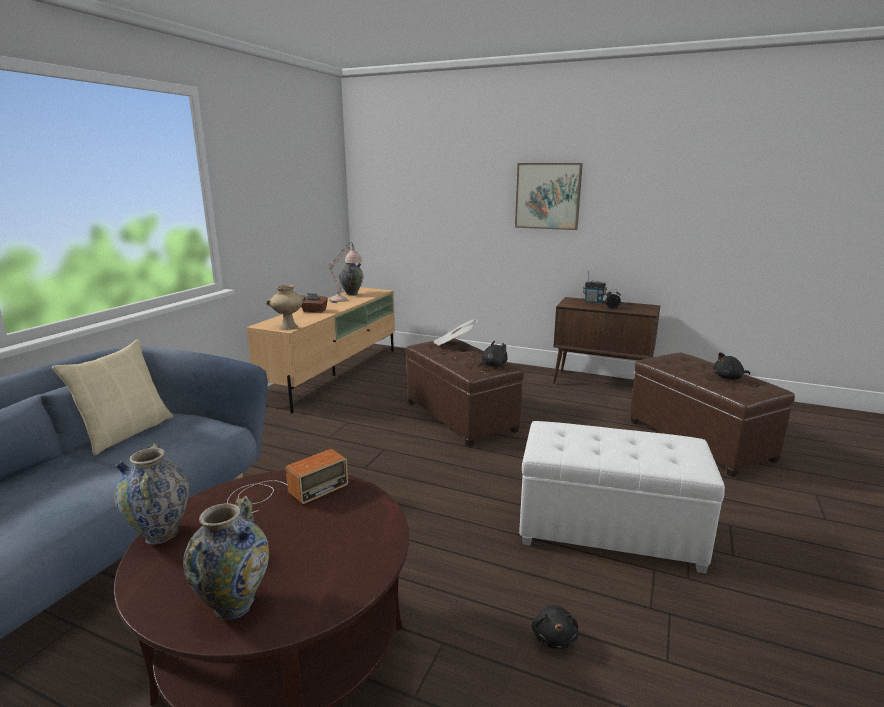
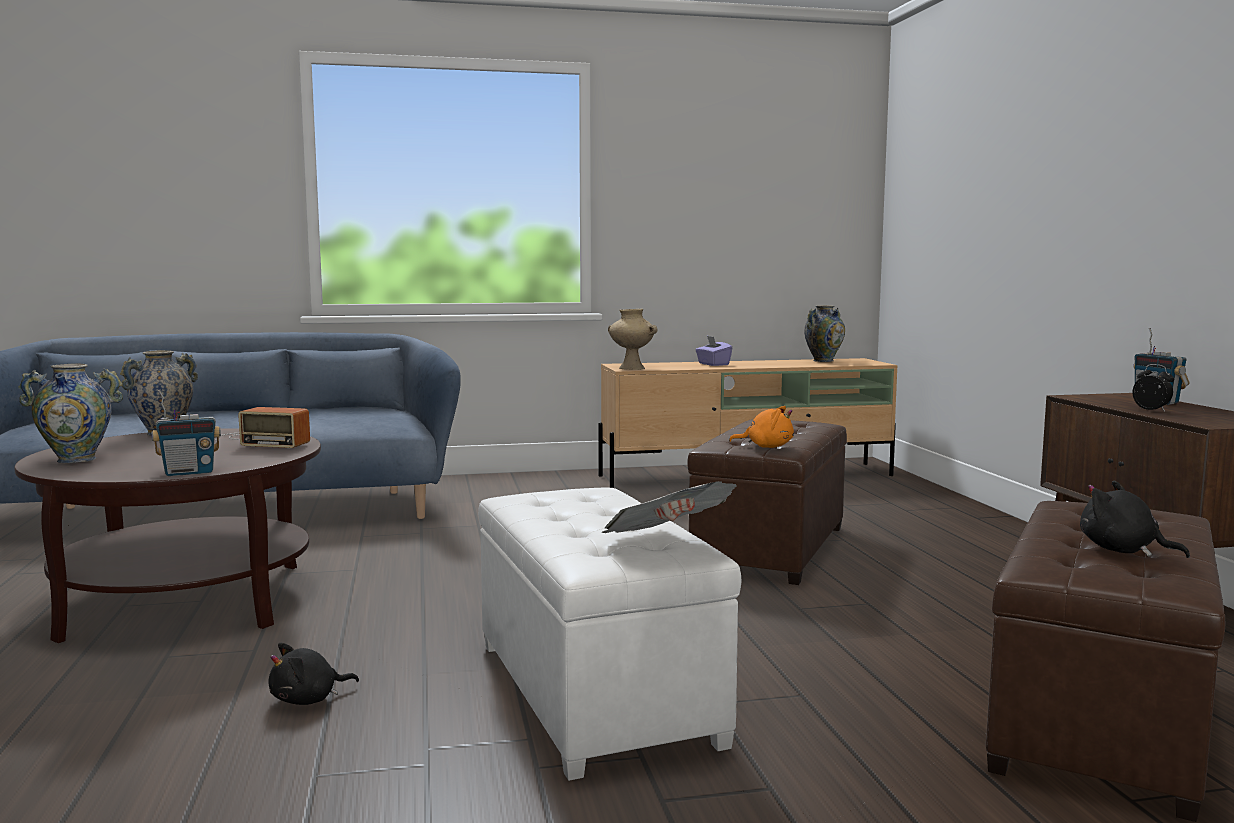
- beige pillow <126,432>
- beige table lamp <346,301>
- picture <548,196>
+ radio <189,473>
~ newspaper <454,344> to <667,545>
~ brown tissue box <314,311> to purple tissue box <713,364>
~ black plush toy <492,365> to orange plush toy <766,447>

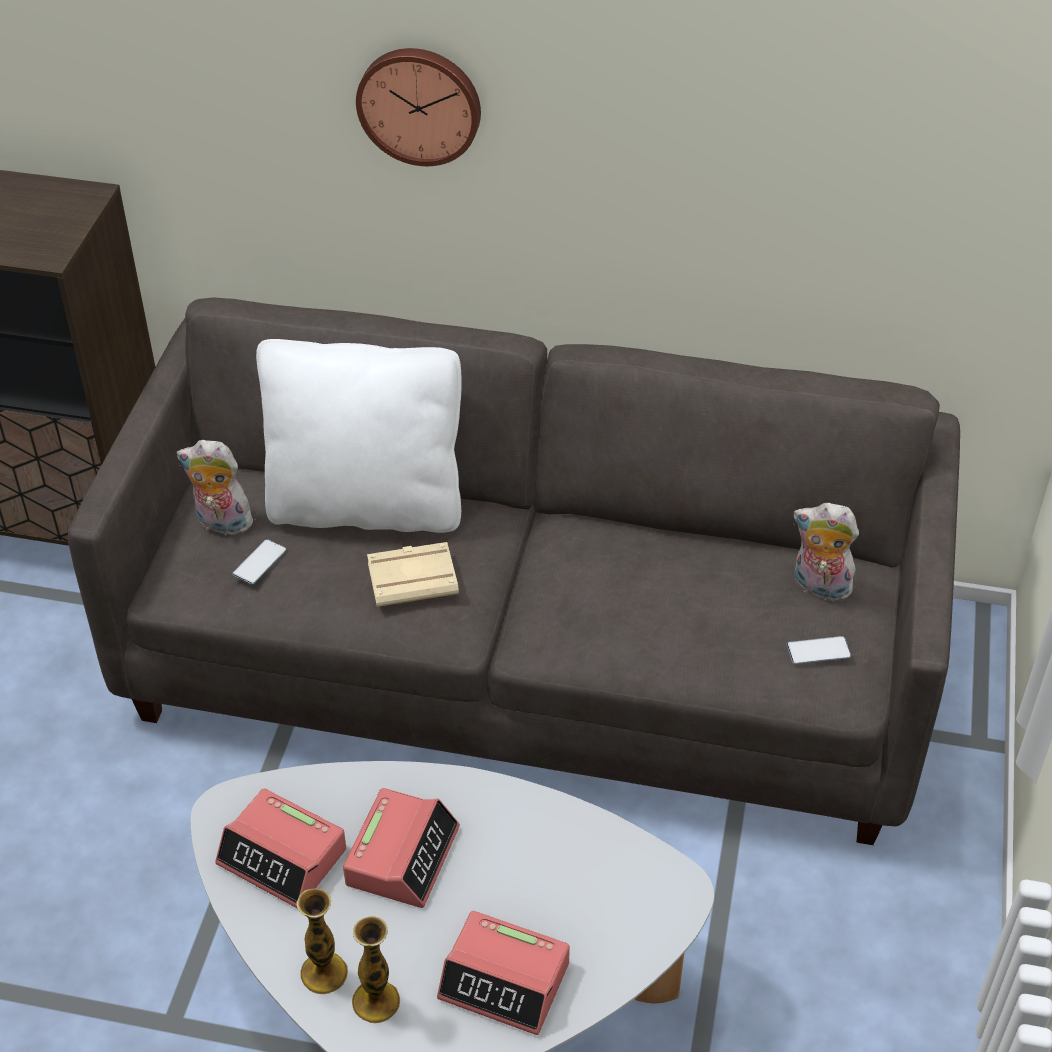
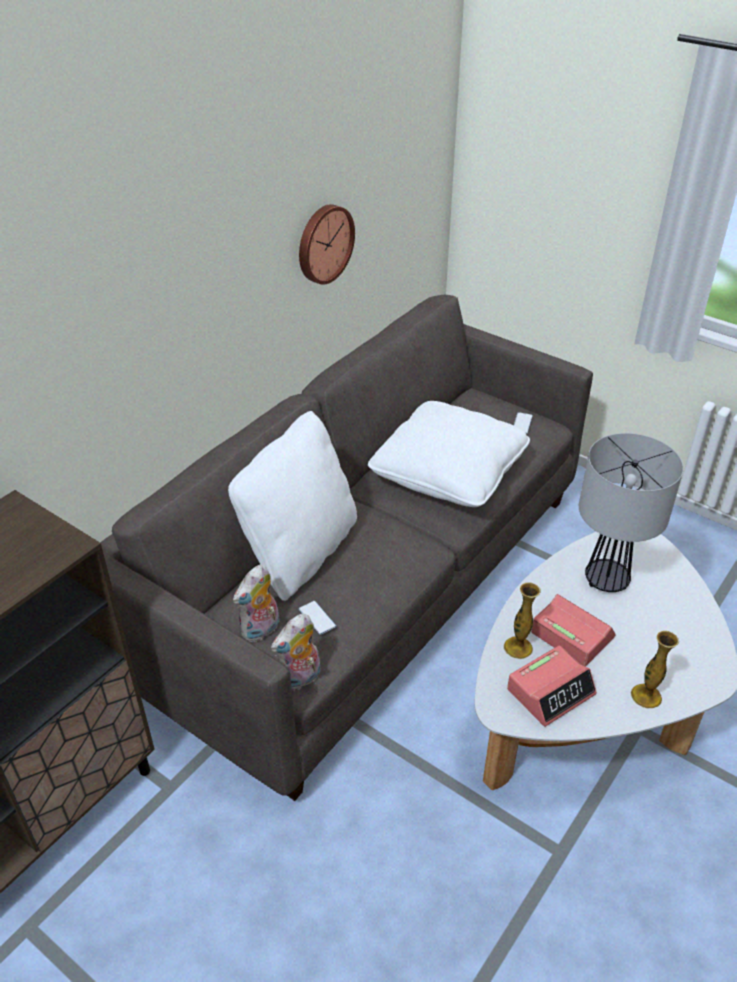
- beige book <414,578>
- alarm clock <505,981>
+ white pillow <449,472>
+ table lamp <607,580>
~ vase <375,1001> to <518,648>
~ wall clock <420,104> to <323,243>
~ plush toy <819,587> to <300,679>

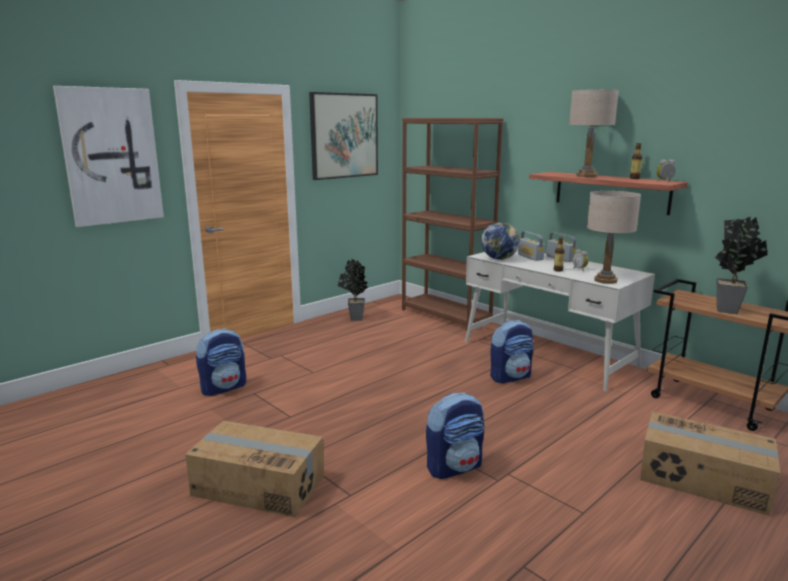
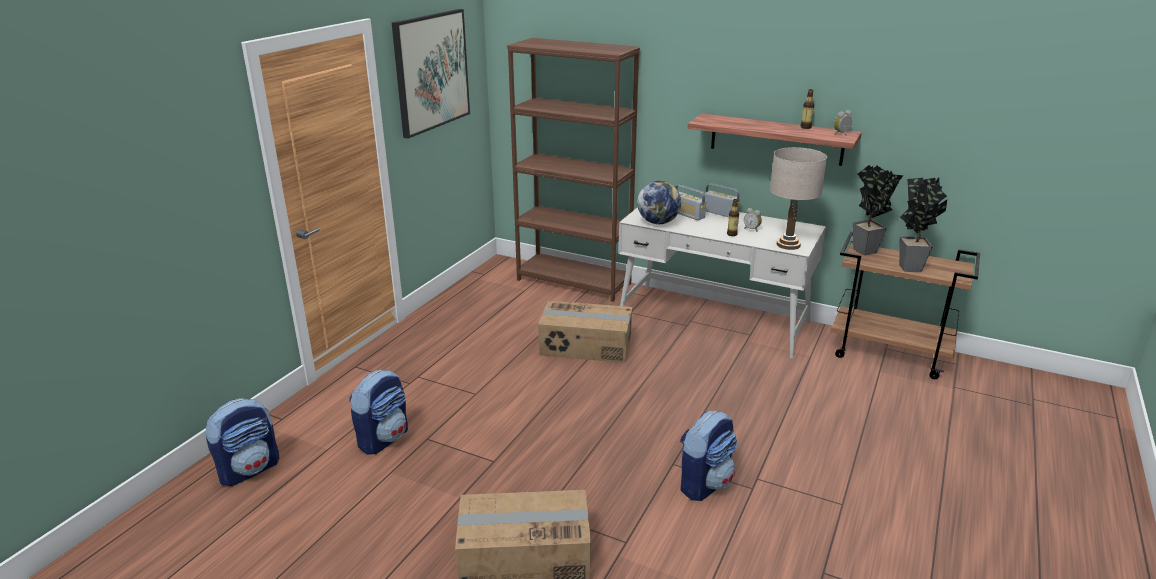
- picture <111,156>
- beige table lamp <587,176>
~ potted plant <355,319> to <865,252>
~ backpack <510,377> to <249,469>
~ cardboard box <703,479> to <586,346>

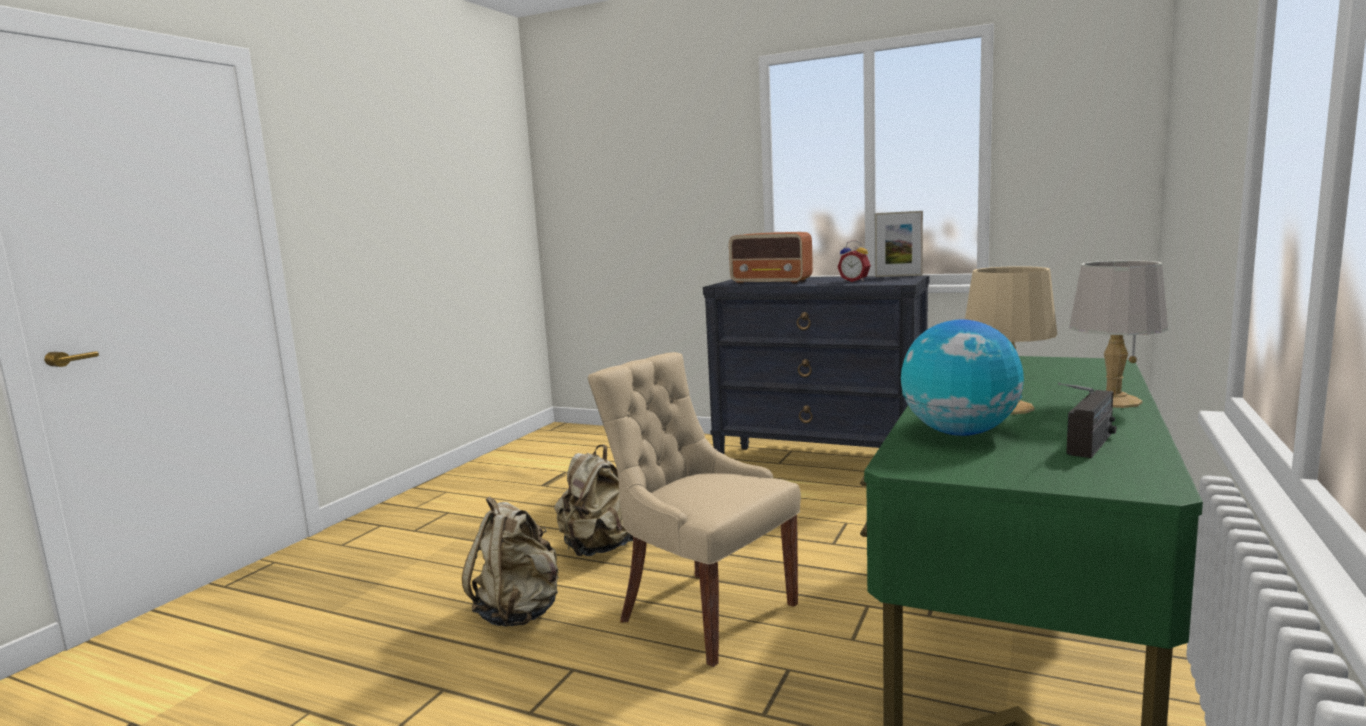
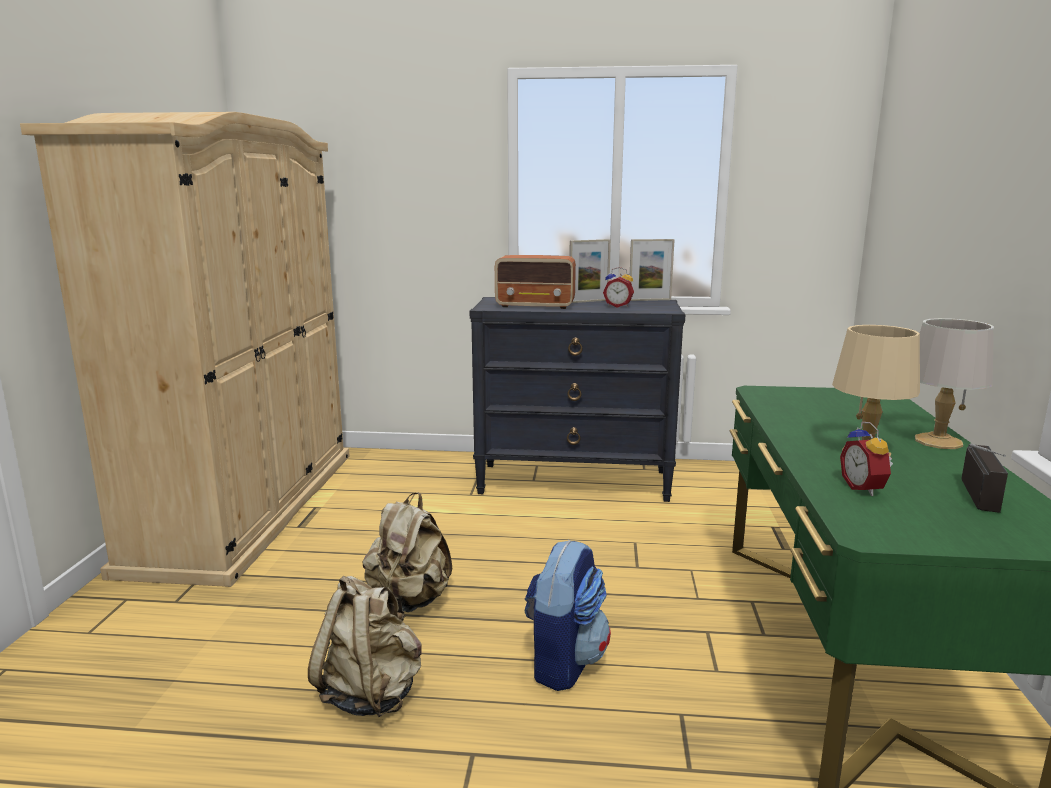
+ beige wardrobe <247,507>
+ picture frame <588,301>
~ beige chair <703,612> to backpack <564,662>
~ globe <959,433> to alarm clock <865,488>

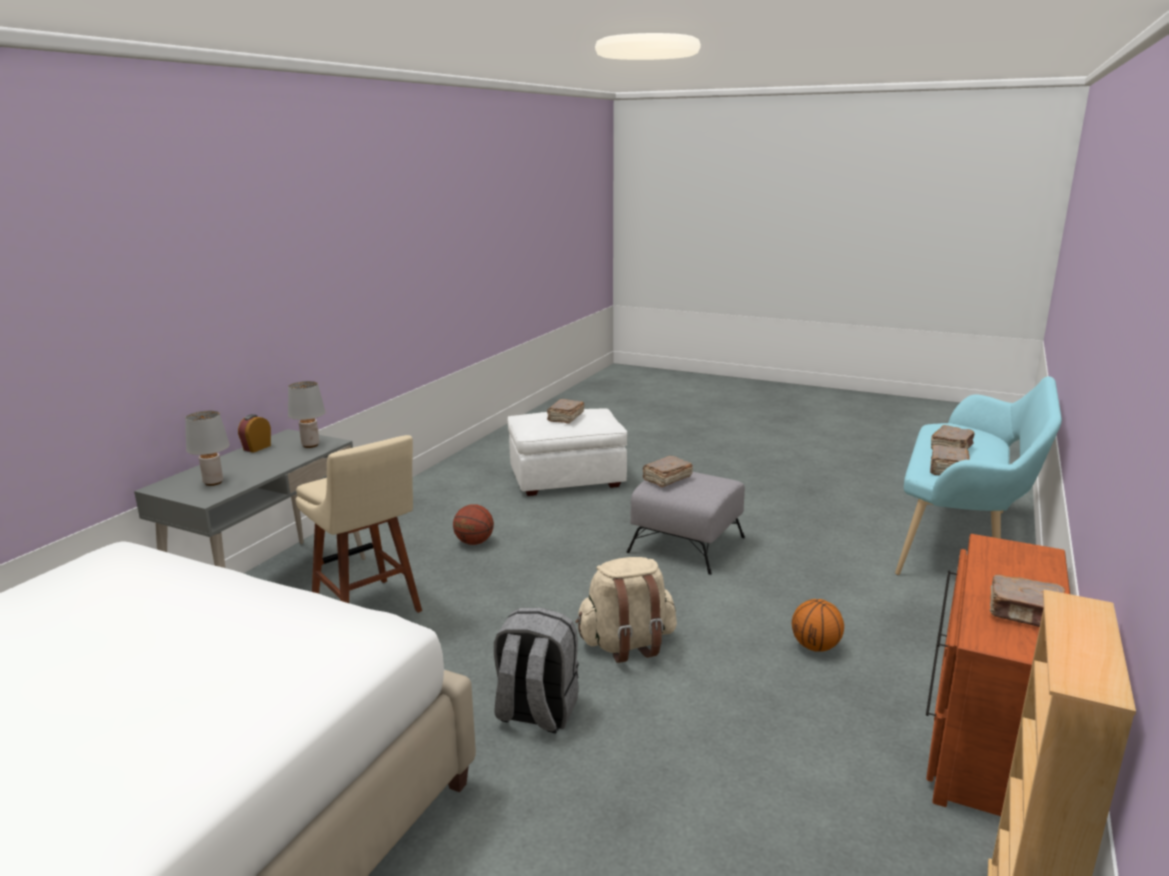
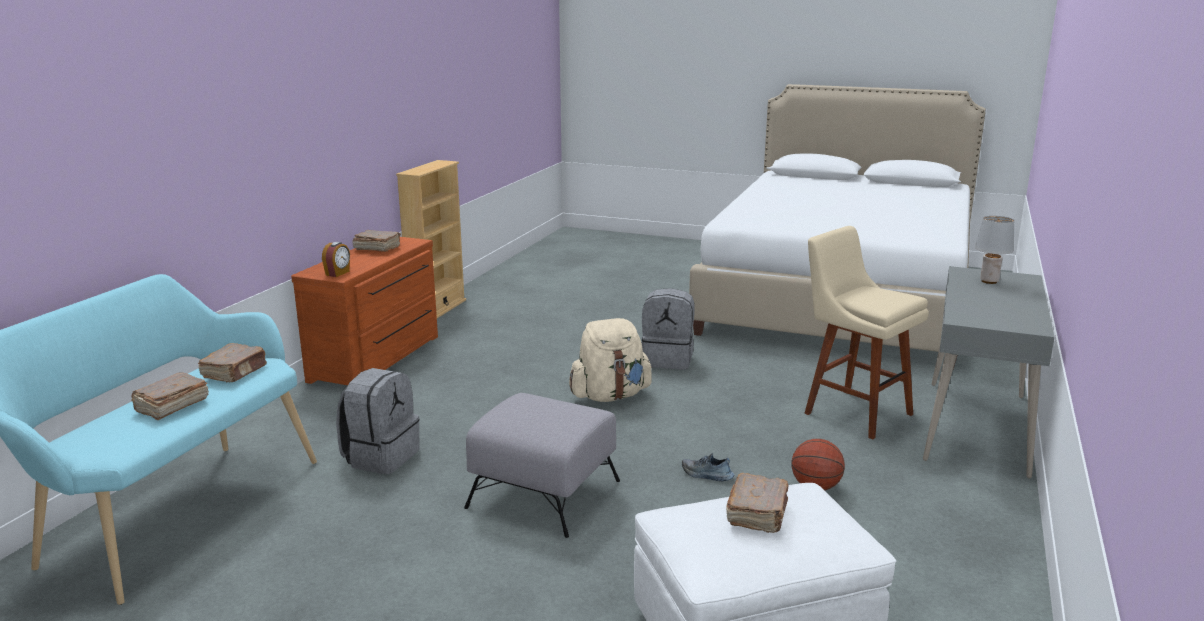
- grey table lamp <311,445>
- brown book <666,479>
- basketball <815,647>
+ grey backpack <381,457>
+ shoe <706,475>
~ alarm clock <256,448> to <338,273>

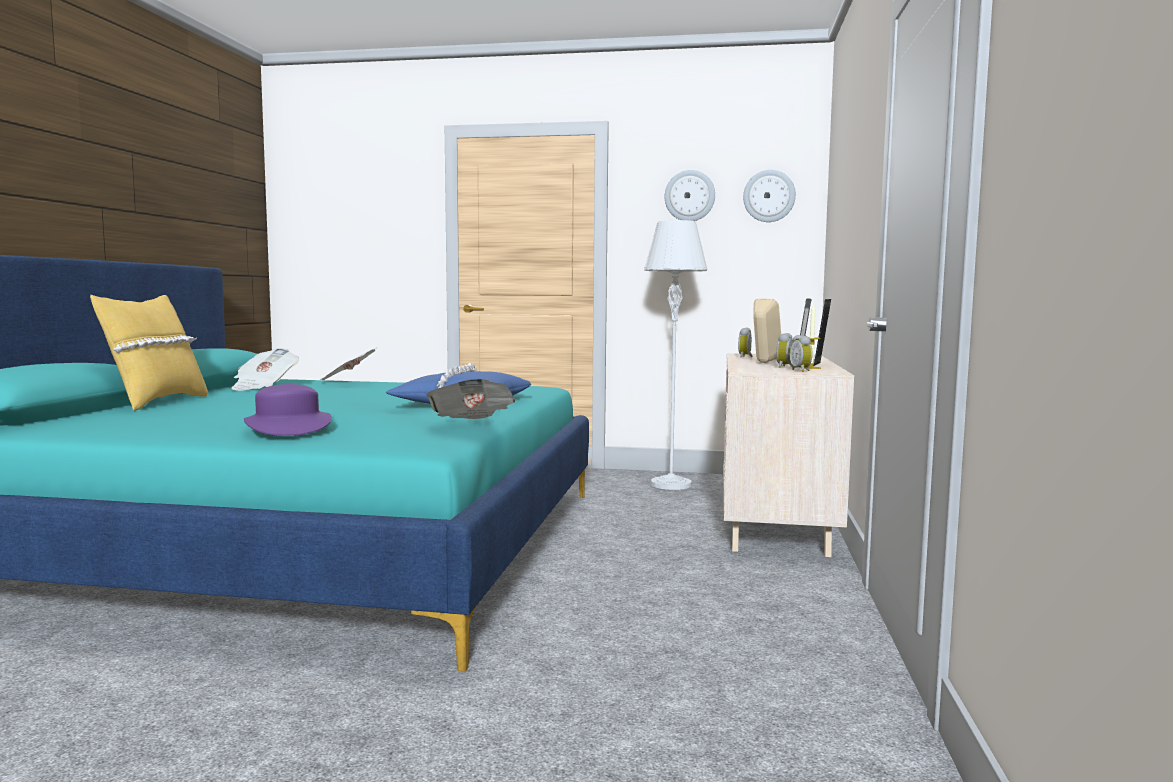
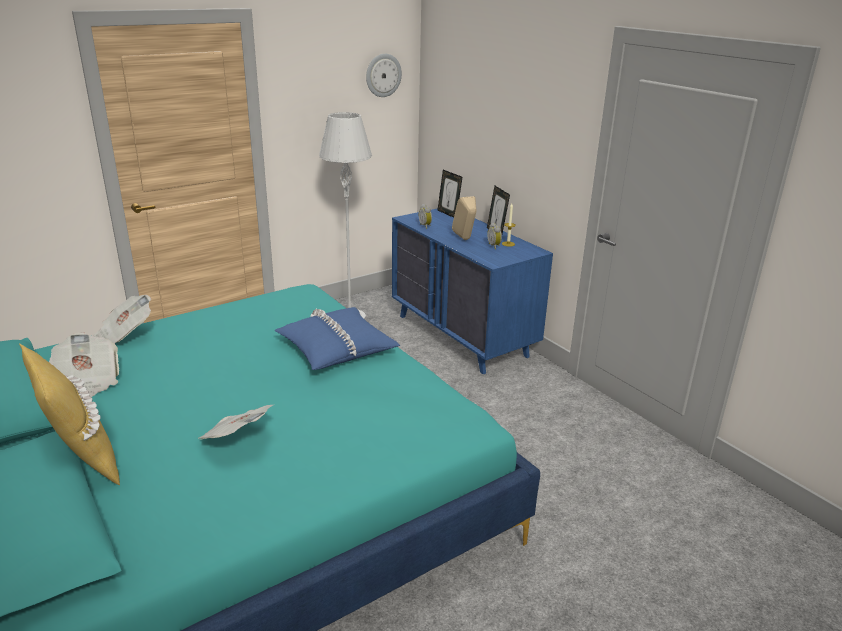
- purple hat <288,427>
- wall clock <689,196>
- alarm clock <802,371>
~ newspaper <472,425> to <237,438>
~ beige dresser <774,522> to blue dresser <462,336>

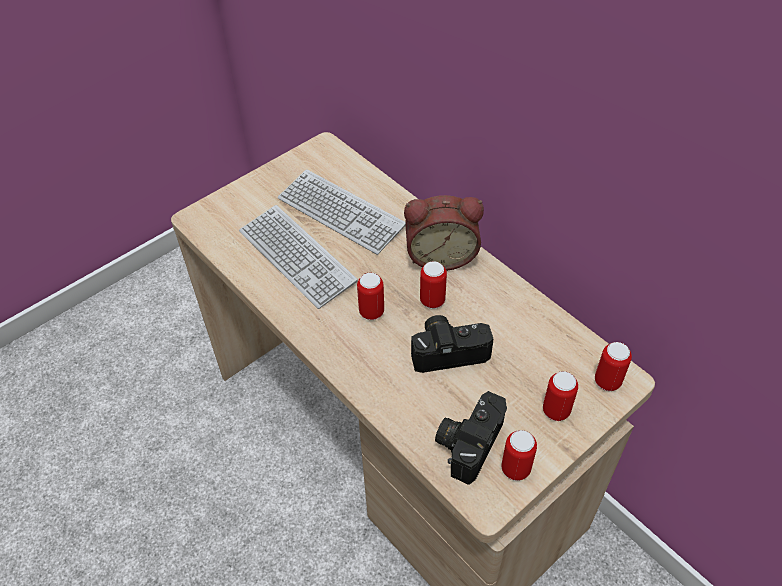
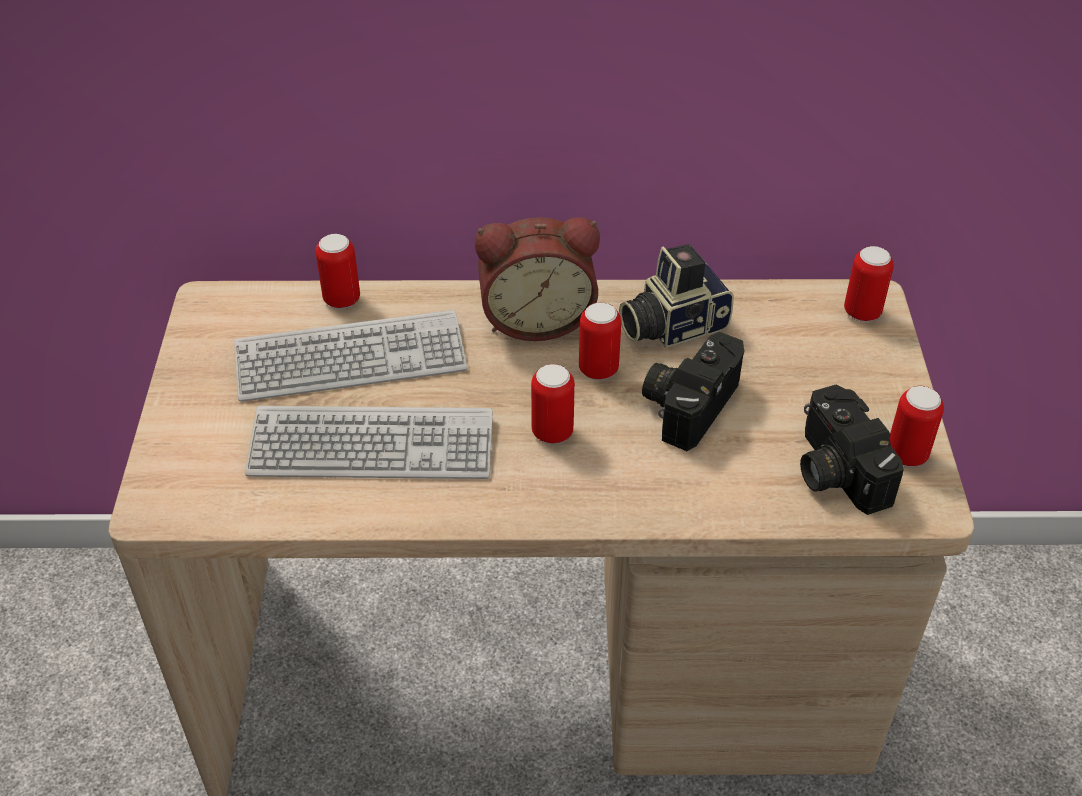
+ photo camera <671,325>
~ can <556,410> to <342,299>
~ alarm clock <441,255> = <536,318> 45 degrees clockwise

